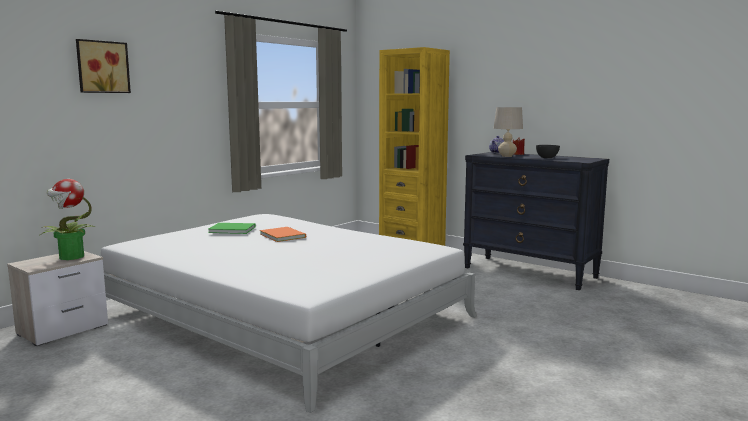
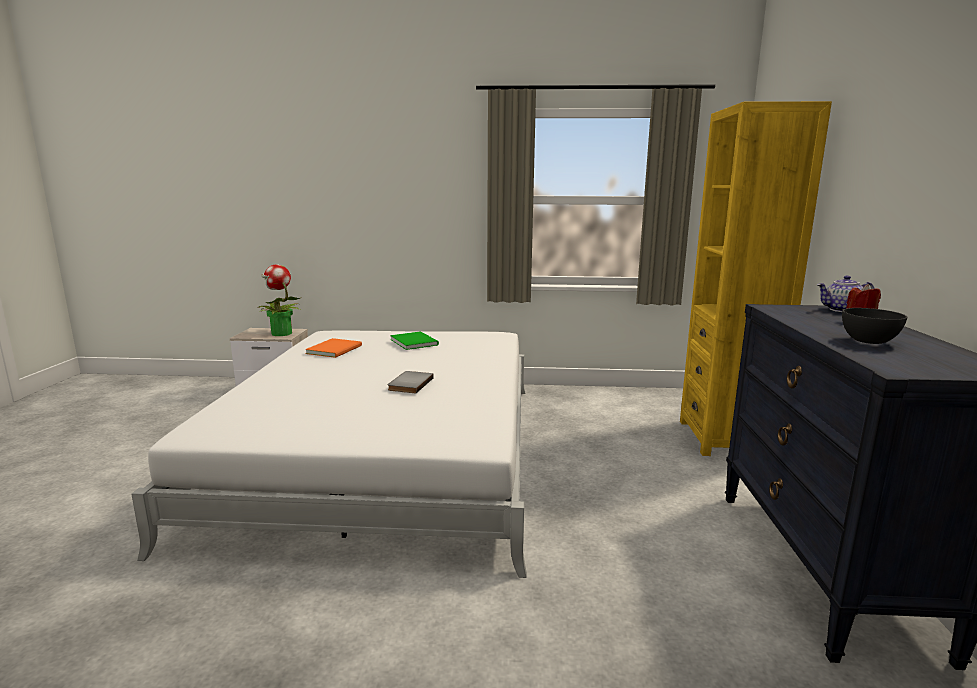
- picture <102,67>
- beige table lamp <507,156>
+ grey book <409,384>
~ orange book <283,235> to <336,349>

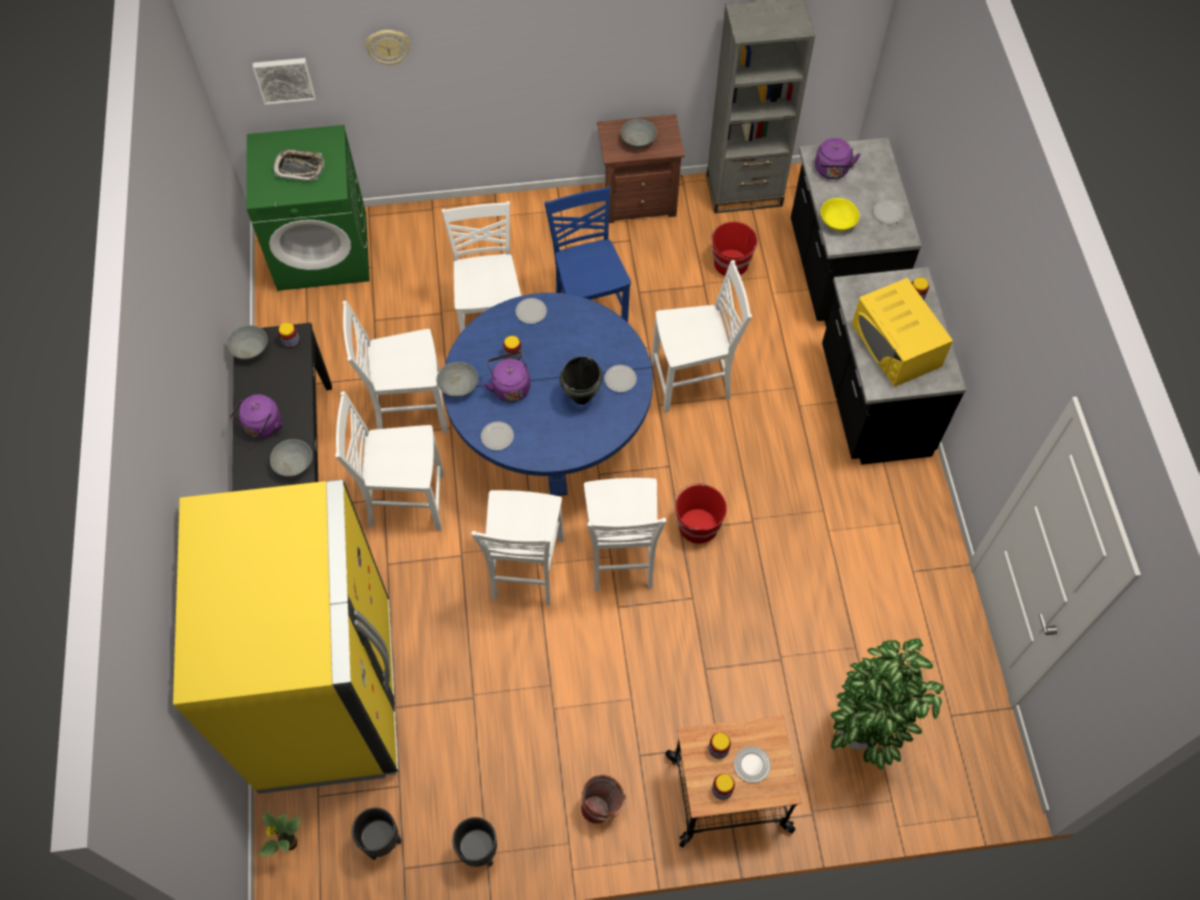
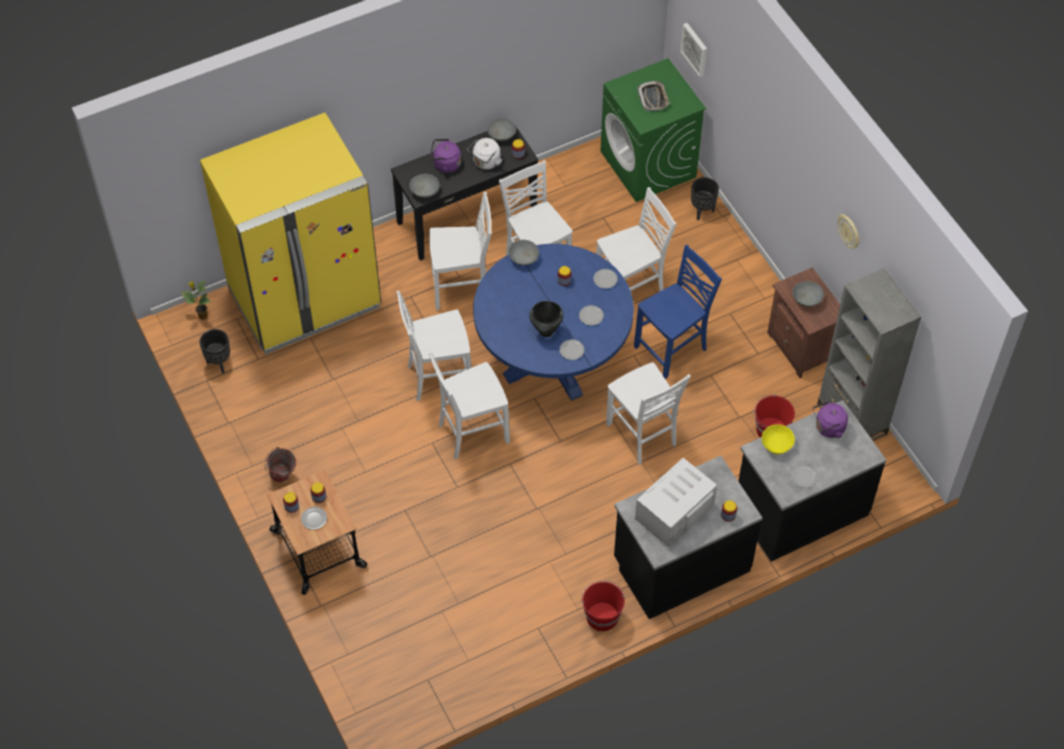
- purple kettle <510,386>
- potted plant <858,740>
+ white kettle <485,163>
~ wall clock <388,46> to <849,231>
~ black planter <479,852> to <702,212>
~ plate <497,437> to <591,316>
~ red bucket <697,525> to <602,615>
~ yellow microwave <896,345> to white microwave <674,511>
~ white chair <404,501> = <462,289> 105 degrees clockwise

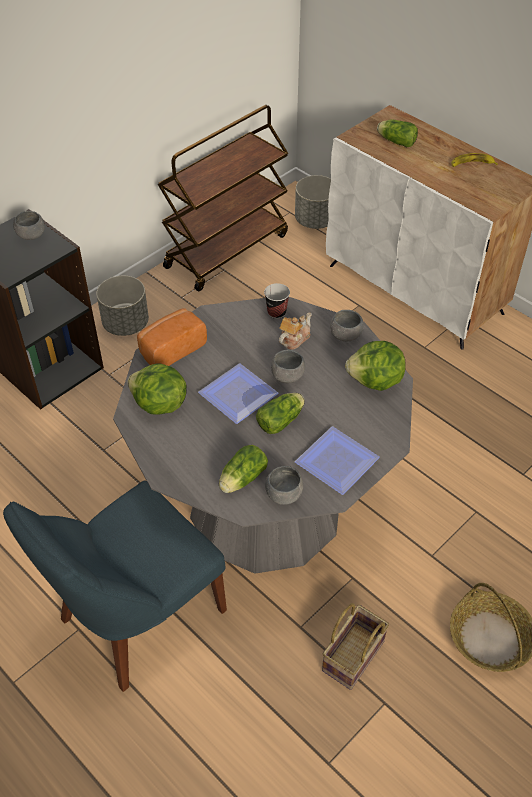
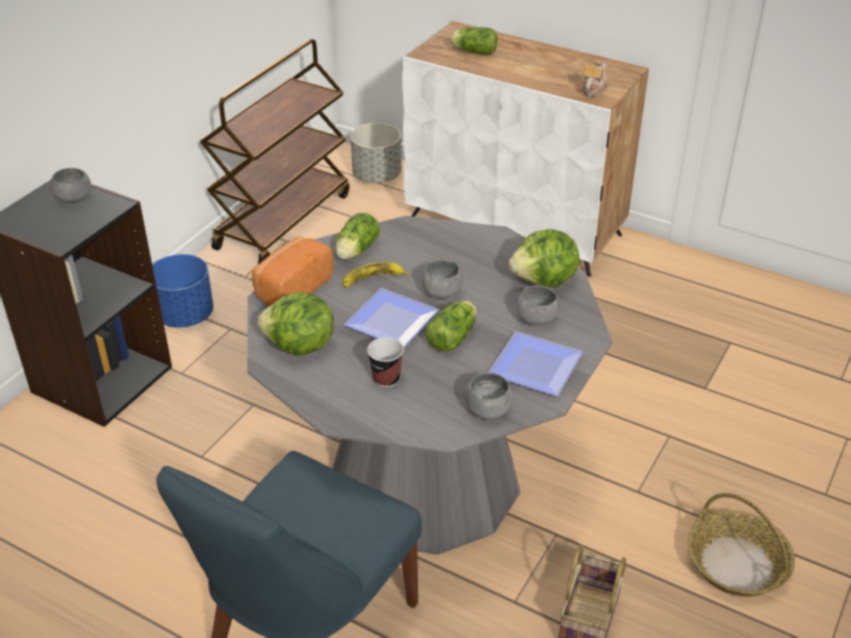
~ lettuce <241,479> to <355,251>
~ cup <276,312> to <386,379>
~ teapot <294,339> to <593,90>
~ grey bowl <346,335> to <537,319>
~ banana <471,164> to <372,279>
~ grey planter <126,324> to blue planter <185,315>

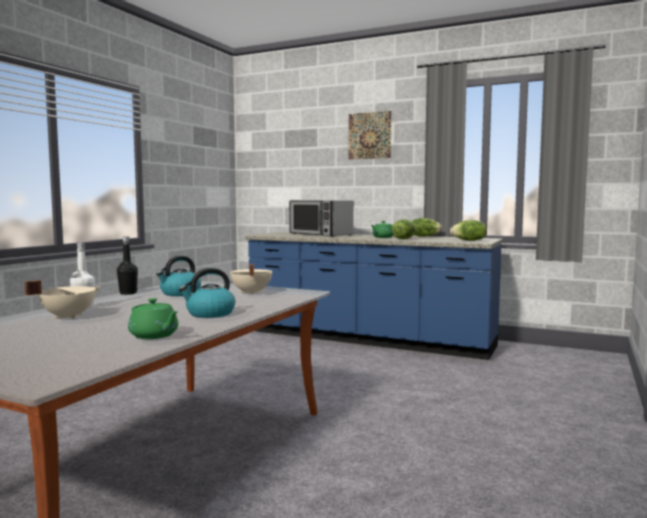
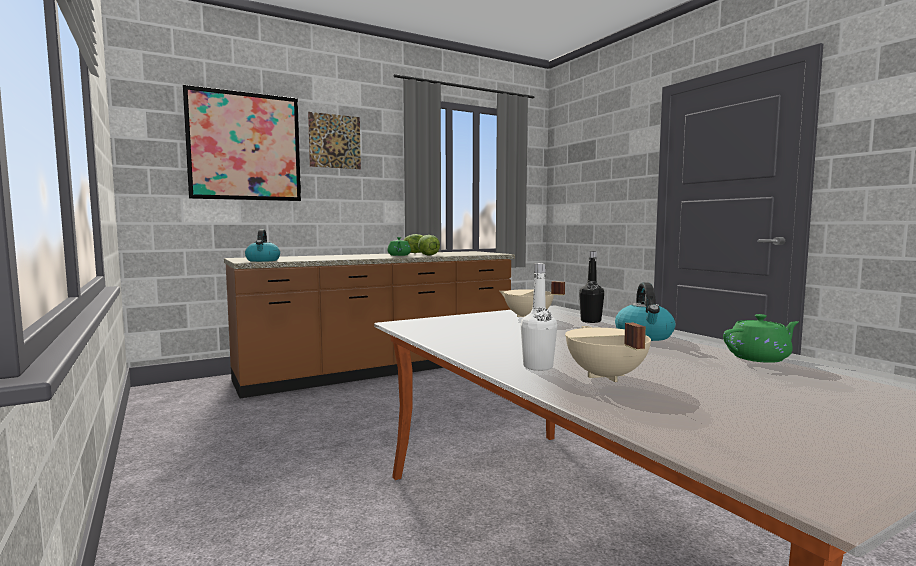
- microwave <320,234>
- lettuce <469,240>
+ picture <244,146>
~ black bottle <128,293> to <590,321>
~ kettle <180,293> to <263,260>
~ blue counter <368,339> to brown counter <380,370>

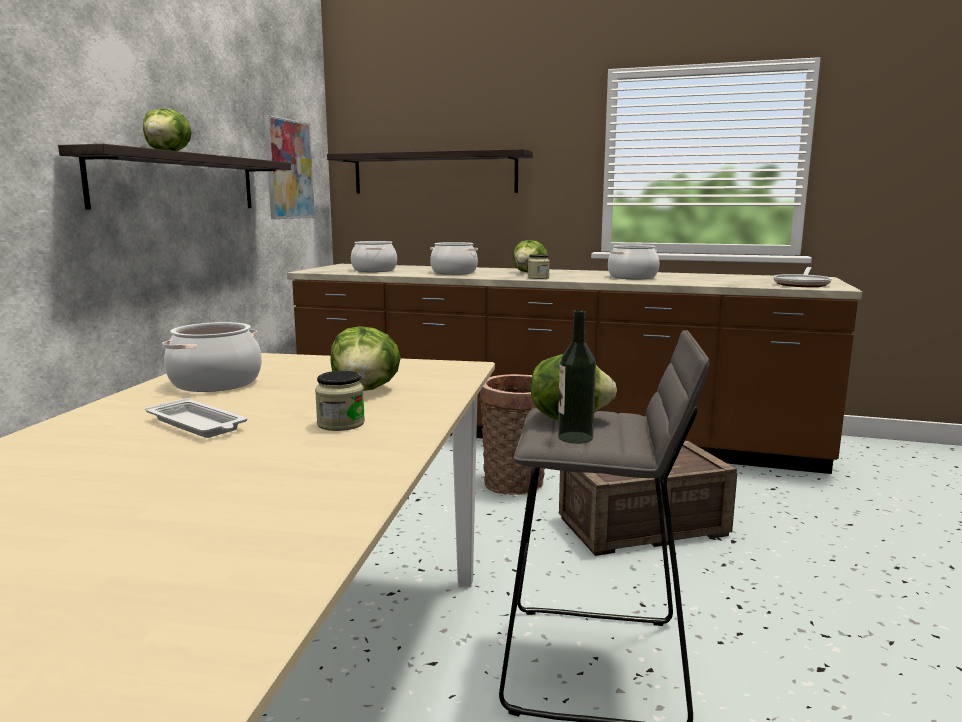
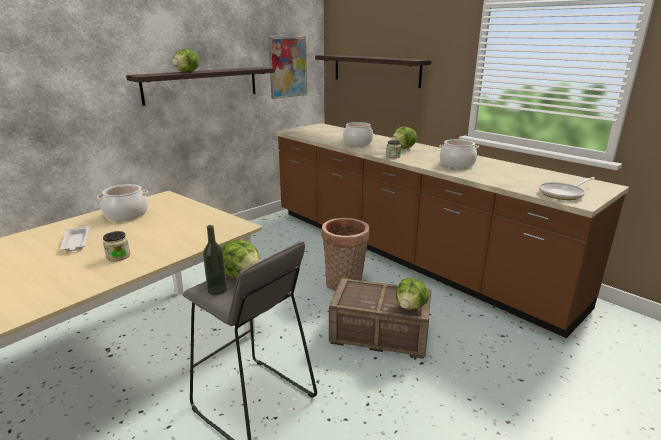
- cooking pot <374,270>
~ lettuce <365,390> to <410,307>

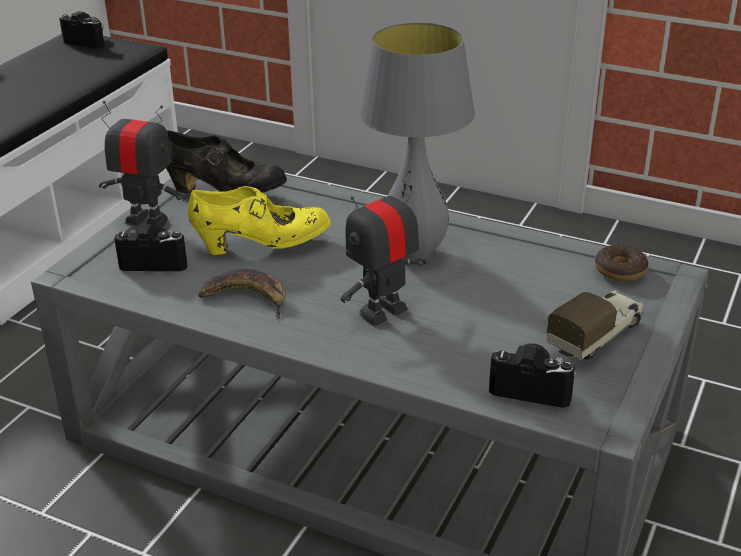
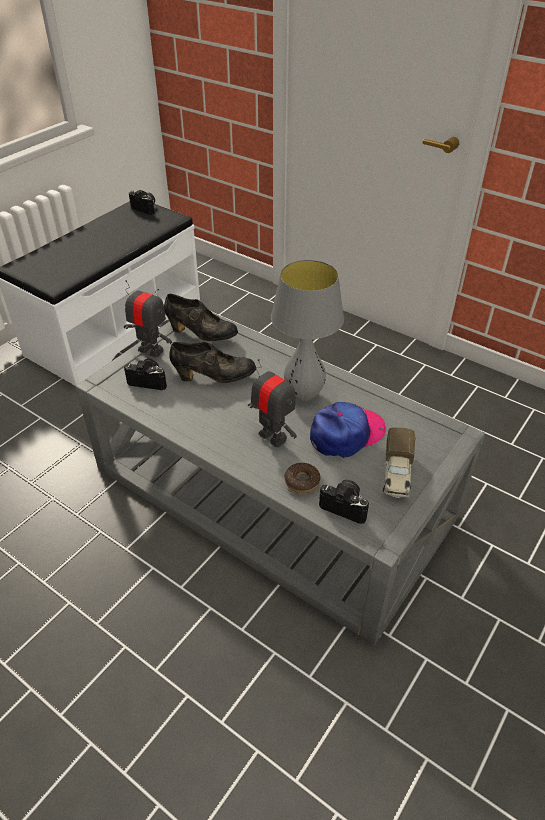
- banana <246,299>
+ cap <346,434>
~ donut <620,270> to <302,481>
~ yellow shoe <262,246> to black shoe <214,377>
~ toy robot <383,312> = <272,437> 75 degrees clockwise
~ toy truck <596,336> = <397,474> 135 degrees clockwise

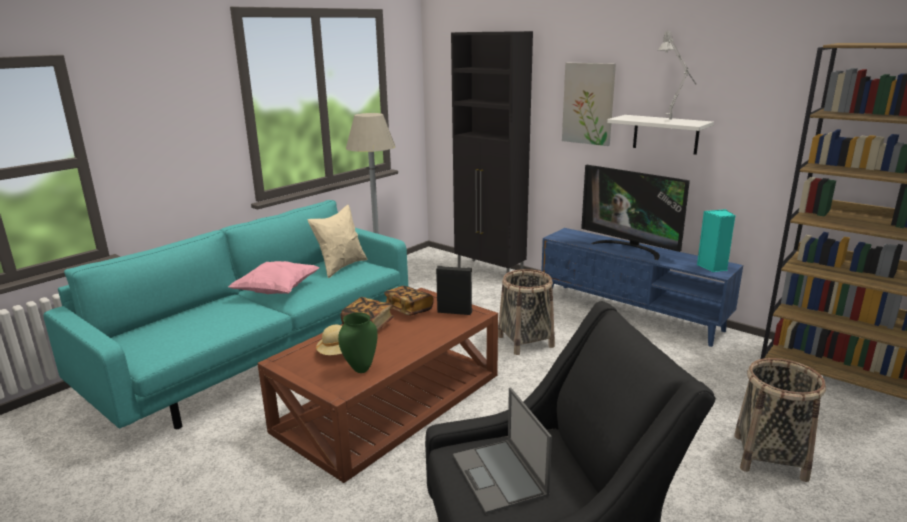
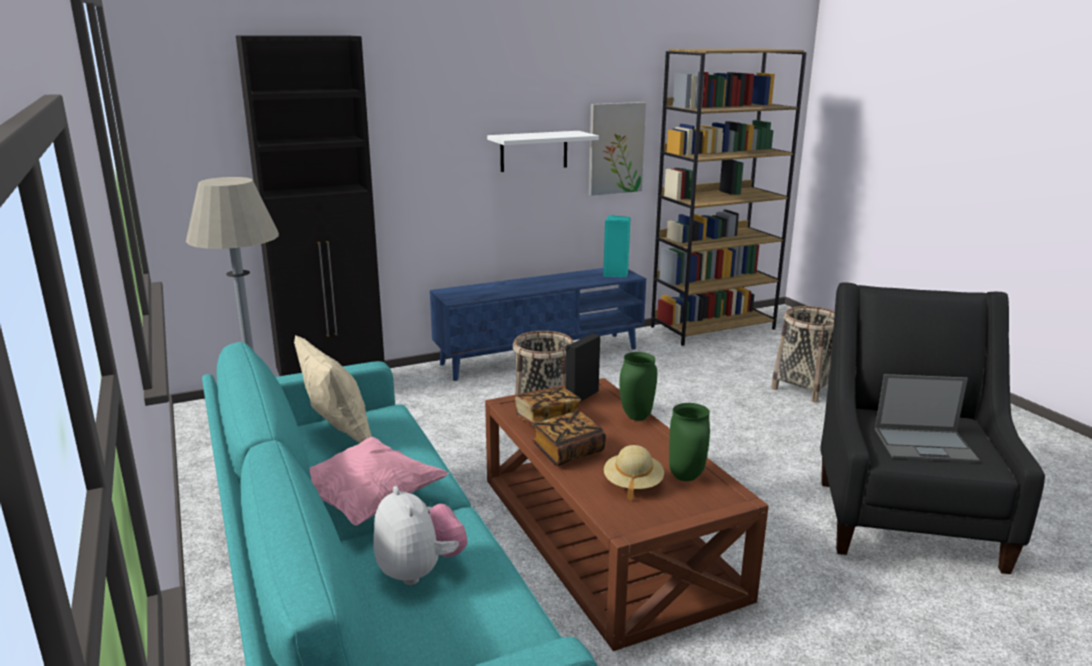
- television <630,248>
- grey table lamp <672,121>
+ plush toy <420,571>
+ green vase <637,417>
~ picture <588,103> to <615,148>

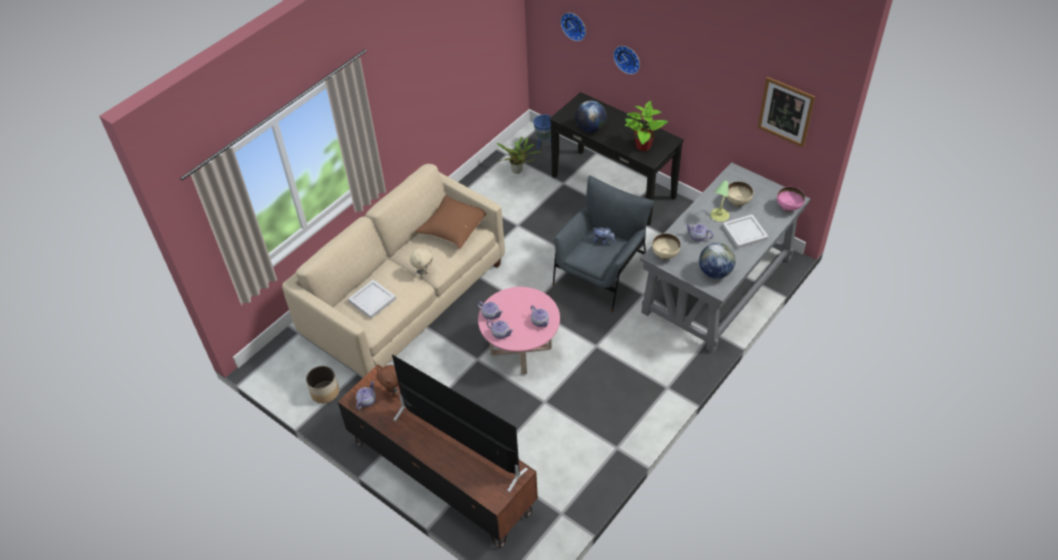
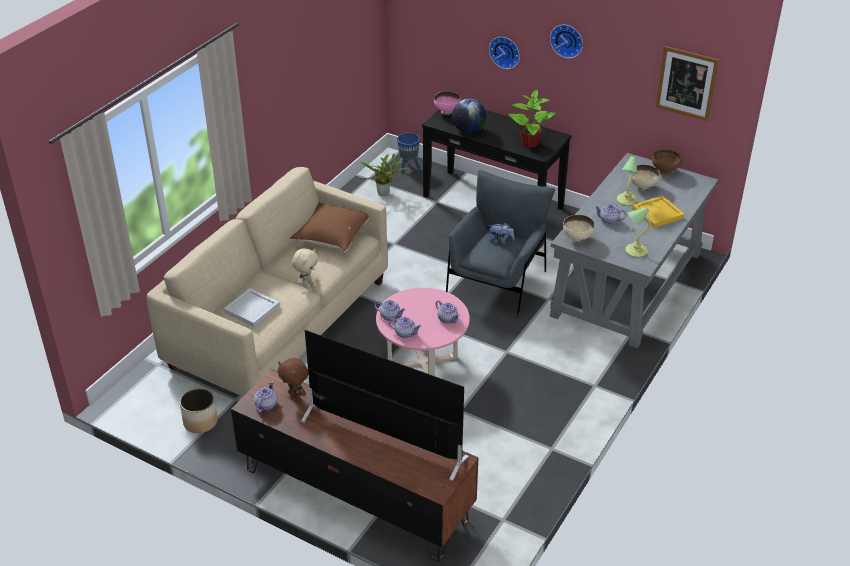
+ brown bowl <664,171>
~ wall clock <574,25> to <567,40>
~ pink bowl <788,208> to <447,112>
~ globe <715,272> to table lamp <635,251>
~ white tray <745,233> to yellow tray <658,213>

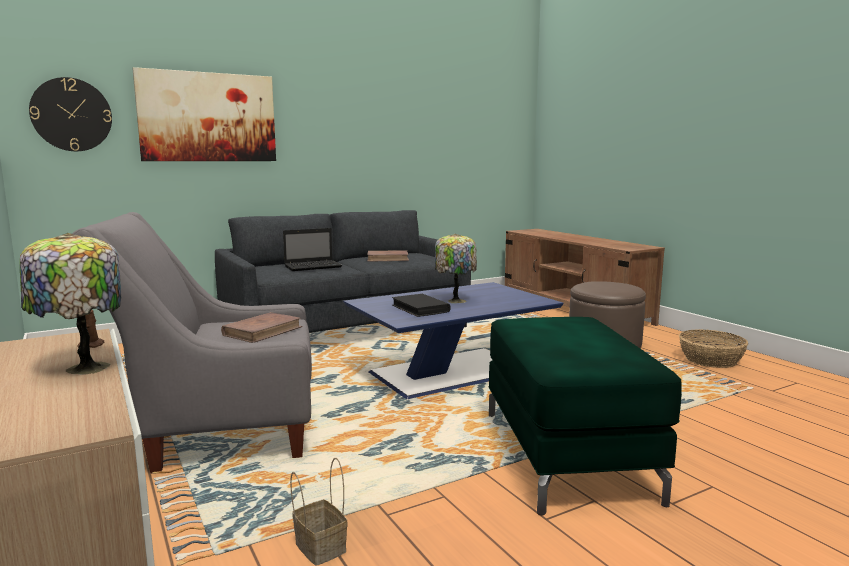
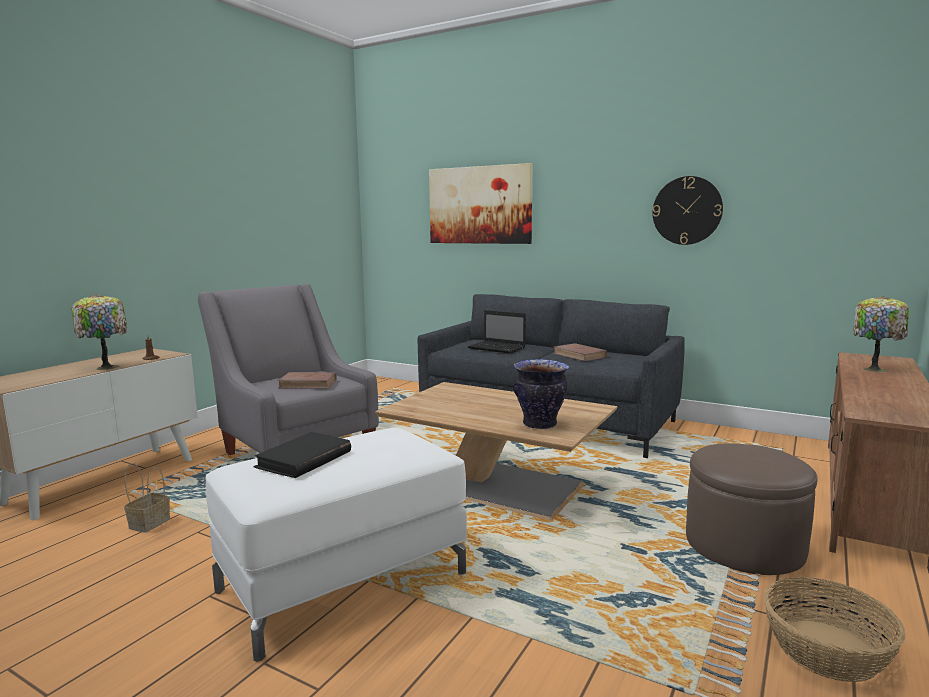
+ vase <540,425>
~ wall clock <71,115> to <687,210>
~ black book <420,309> to <304,459>
~ table lamp <455,300> to <875,369>
~ blue coffee table <452,372> to brown coffee table <498,485>
~ green ottoman <567,455> to white ottoman <342,583>

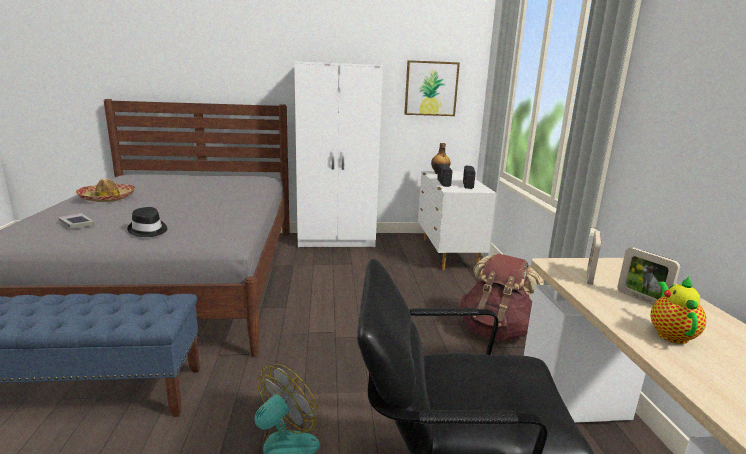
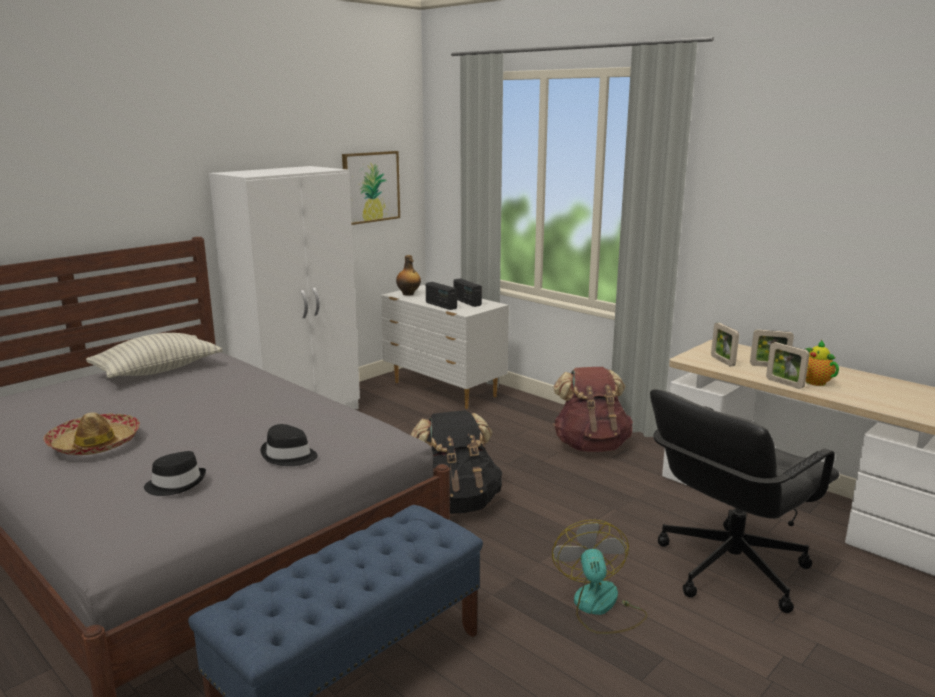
+ pillow <157,371>
+ black backpack <456,503>
+ picture frame <784,383>
~ book <76,224> to black hat <176,484>

